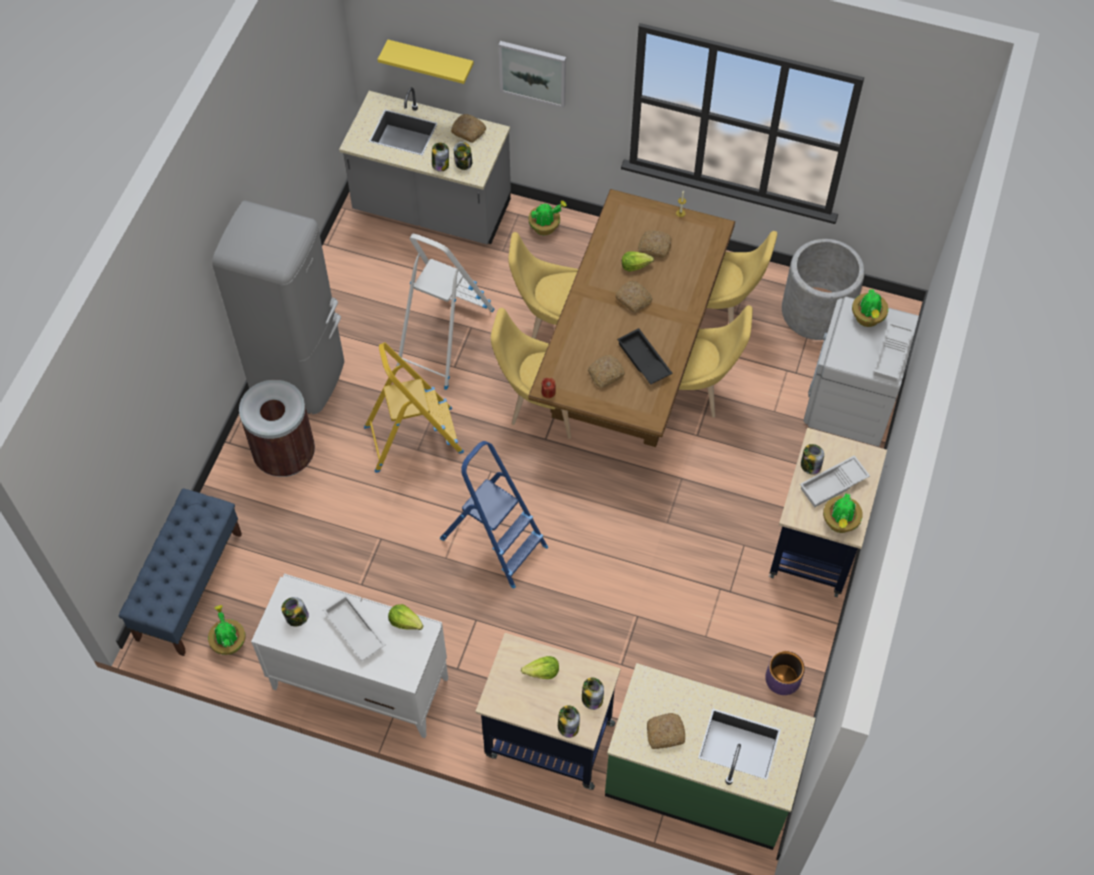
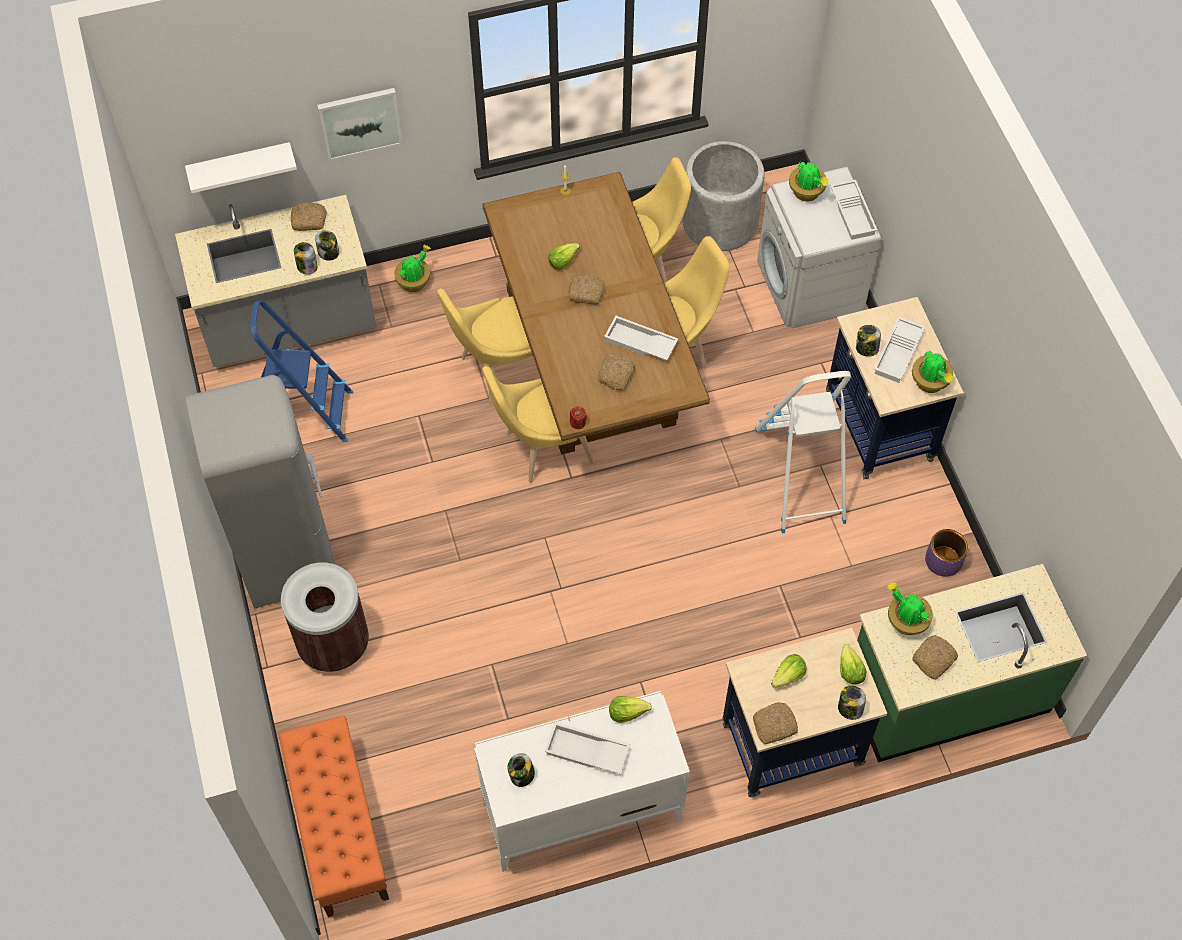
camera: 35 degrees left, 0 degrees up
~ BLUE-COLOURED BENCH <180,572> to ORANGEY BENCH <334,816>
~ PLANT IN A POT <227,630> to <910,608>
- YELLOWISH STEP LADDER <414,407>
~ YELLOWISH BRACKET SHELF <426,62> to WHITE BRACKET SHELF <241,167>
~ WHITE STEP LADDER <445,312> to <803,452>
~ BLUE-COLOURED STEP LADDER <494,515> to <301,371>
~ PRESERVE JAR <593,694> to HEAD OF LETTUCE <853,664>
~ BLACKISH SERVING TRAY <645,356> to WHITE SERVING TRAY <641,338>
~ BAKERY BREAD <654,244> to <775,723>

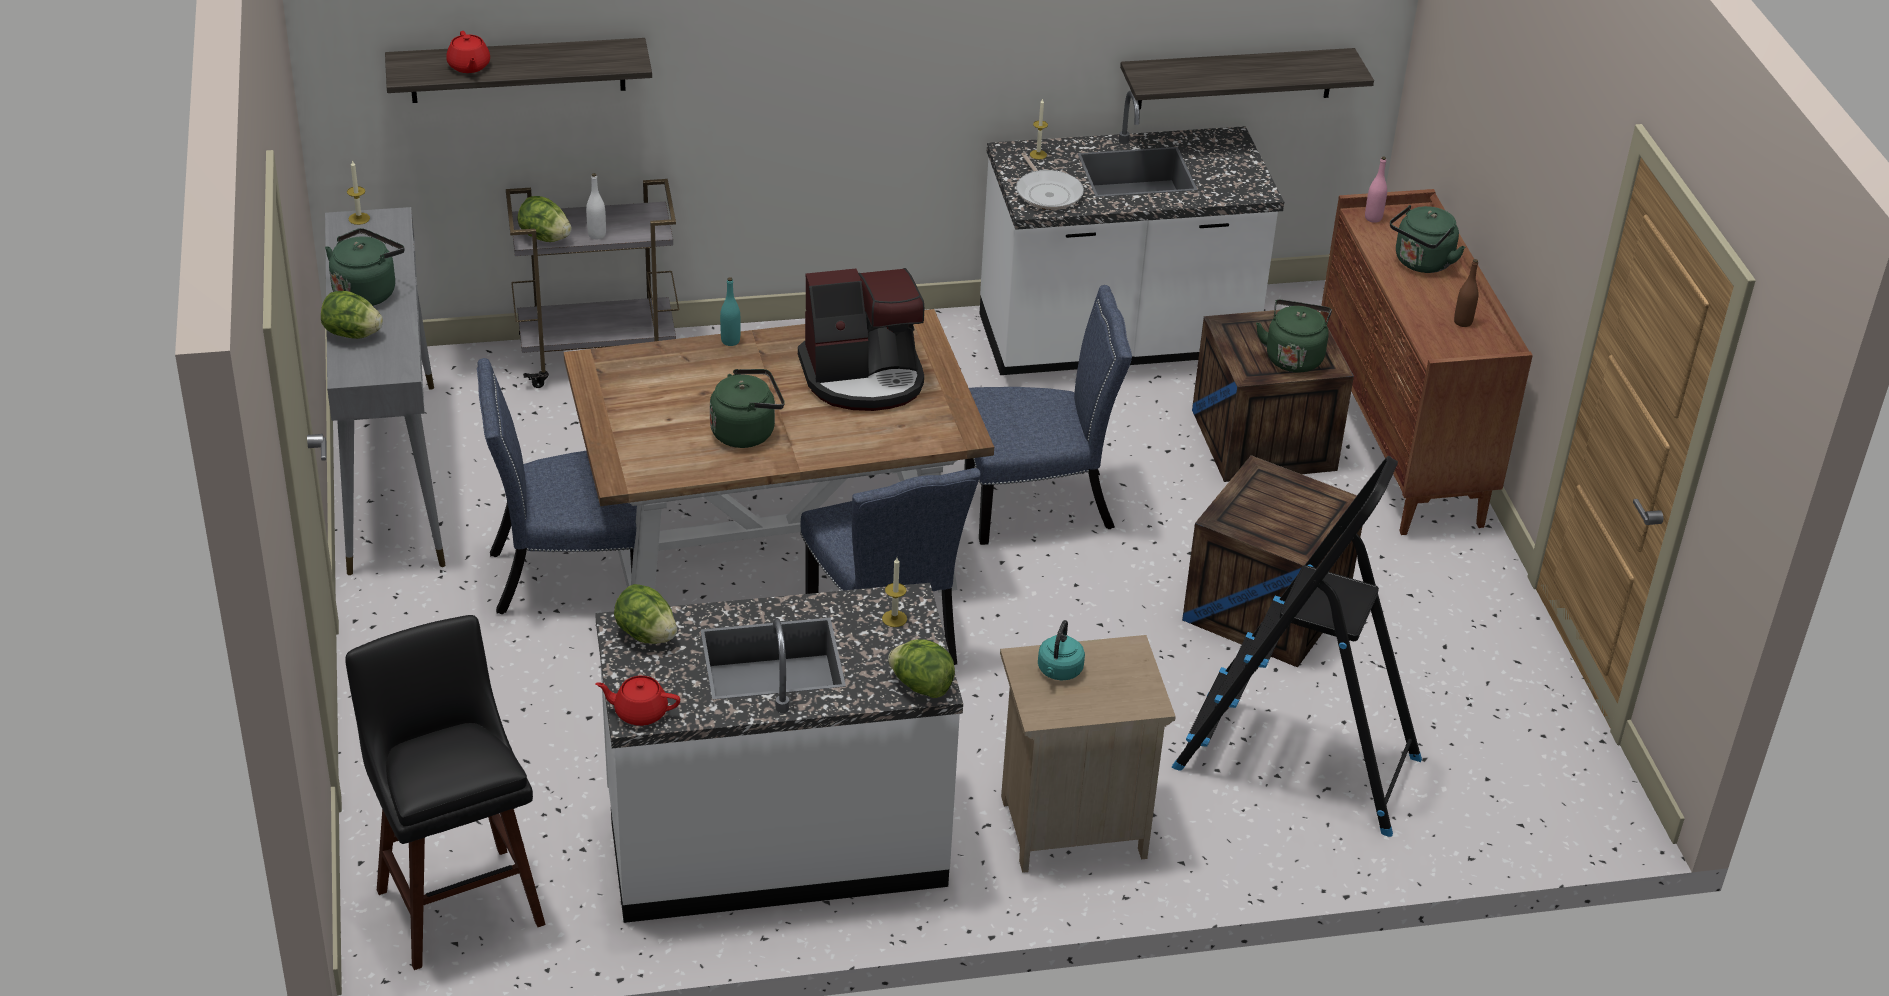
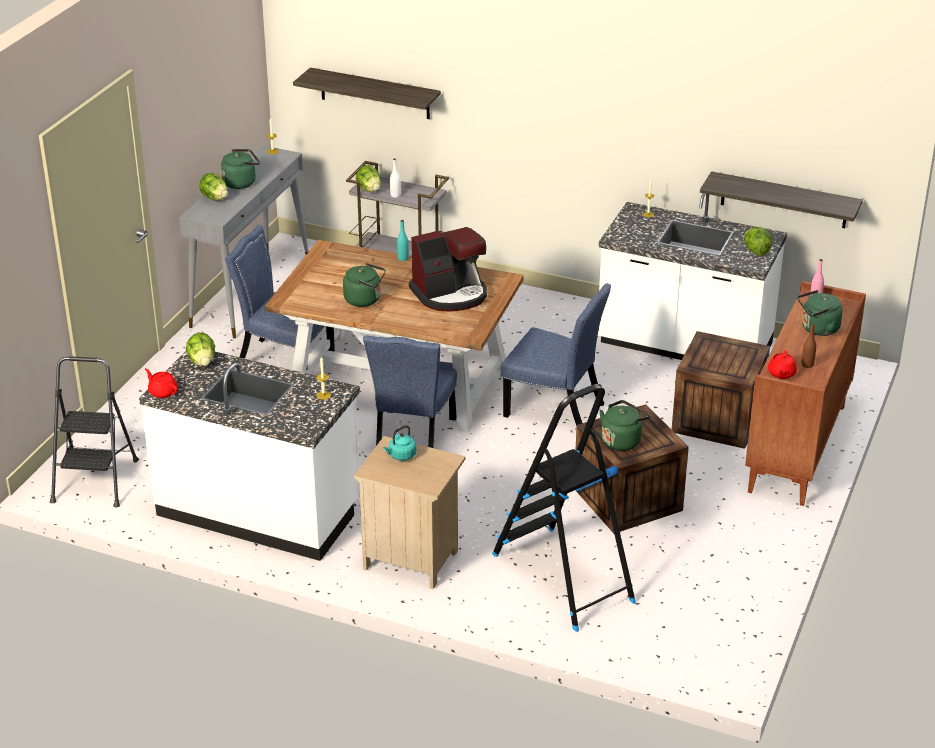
camera: 35 degrees right, 5 degrees down
~ BLACKISH STOOL <445,792> to BLACKISH STEP LADDER <94,431>
~ RED TEA POT <468,52> to <782,364>
~ COFFEE MAKER <861,339> = <448,269> 45 degrees counterclockwise
~ HEAD OF LETTUCE <921,668> to <758,241>
- SKILLET <1050,181>
~ GREEN-COLOURED KETTLE <1294,336> to <624,425>

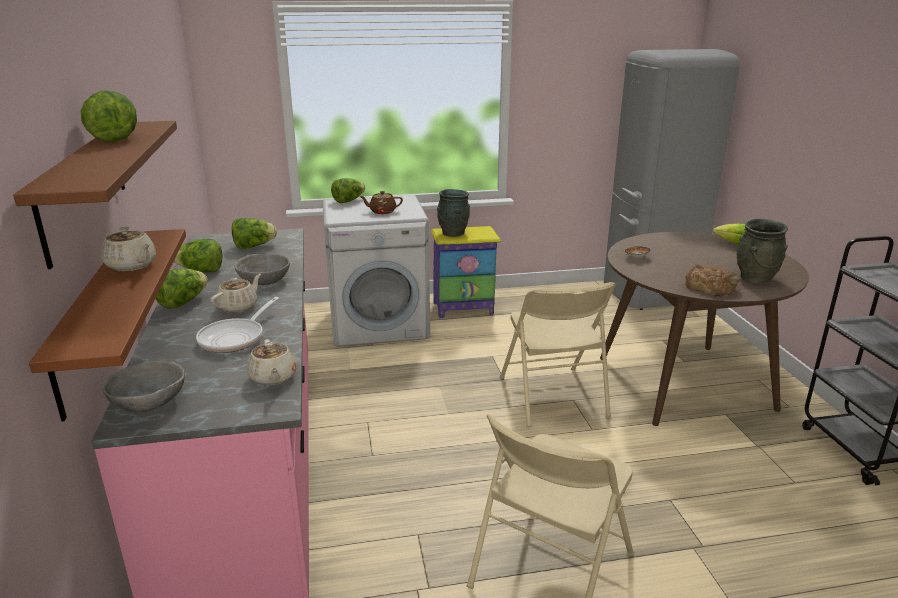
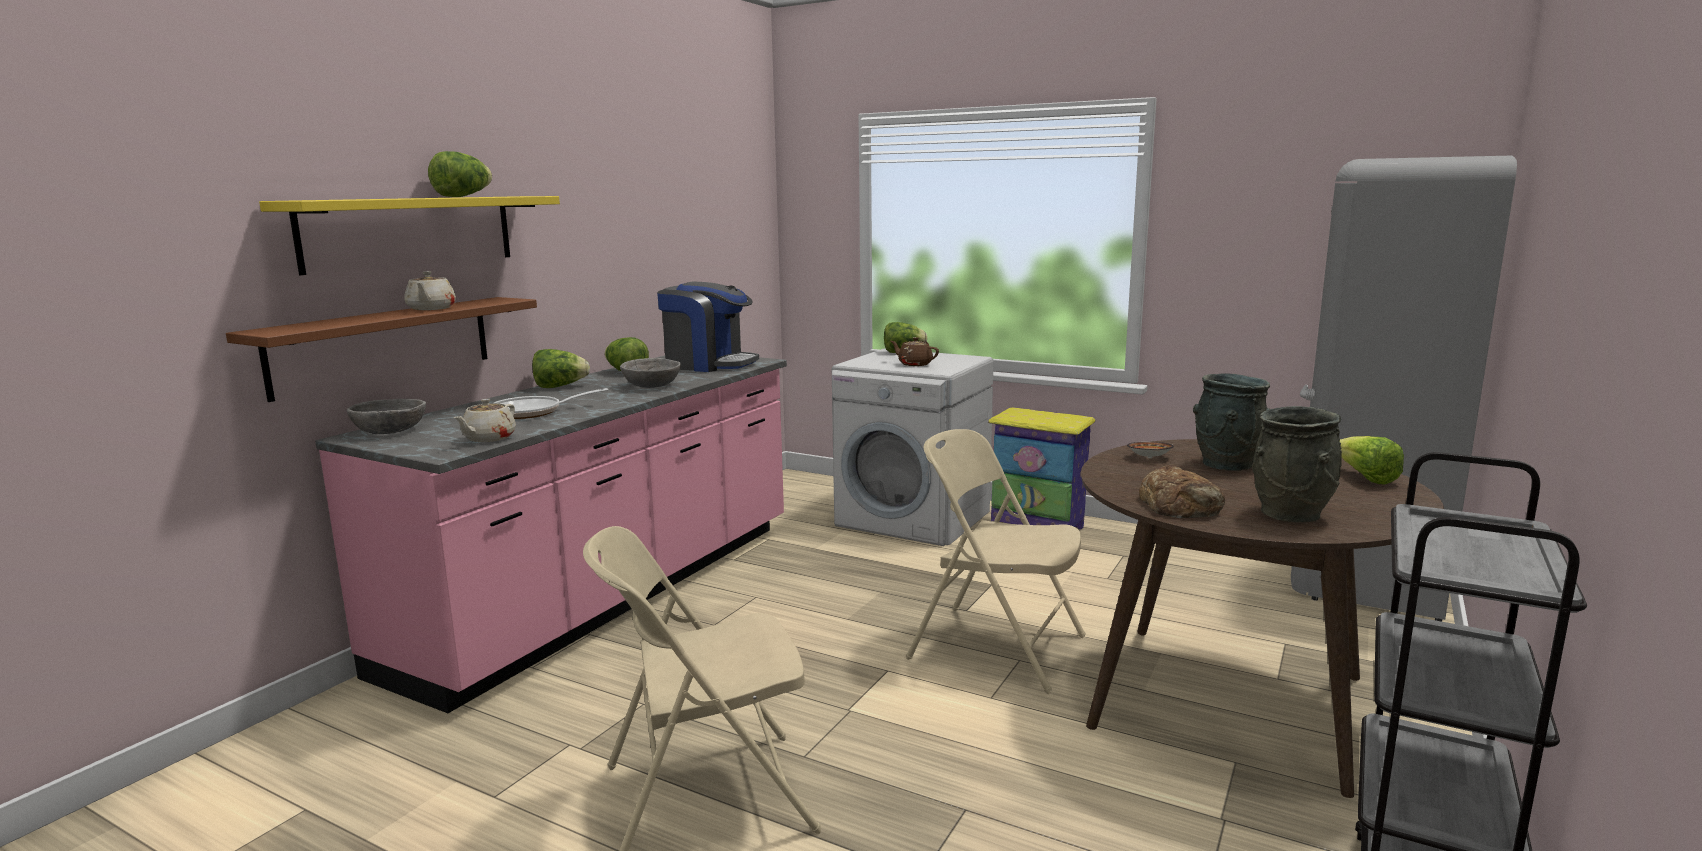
camera: 40 degrees right, 10 degrees down
~ BROWN-COLOURED BRACKET SHELF <95,195> to YELLOWISH BRACKET SHELF <409,235>
- BEIGE-COLOURED TEA POT <235,293>
~ HEAD OF LETTUCE <254,233> to COFFEE MAKER <708,327>
~ GREY VASE <453,213> to <1231,422>
~ BEIGE-COLOURED UPRIGHT CHAIR <557,355> = <996,561> 90 degrees clockwise

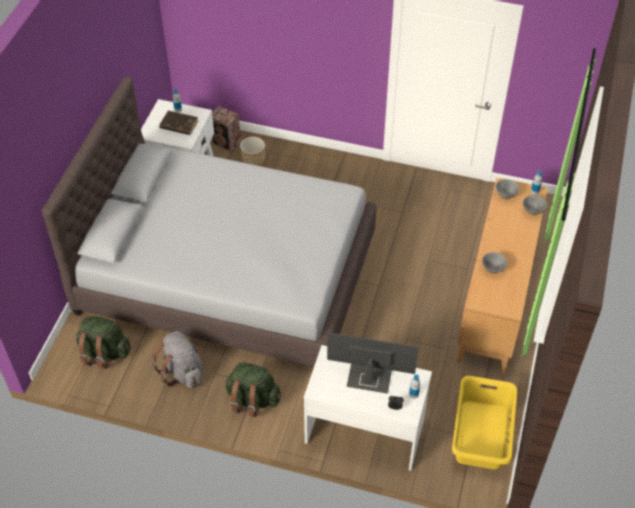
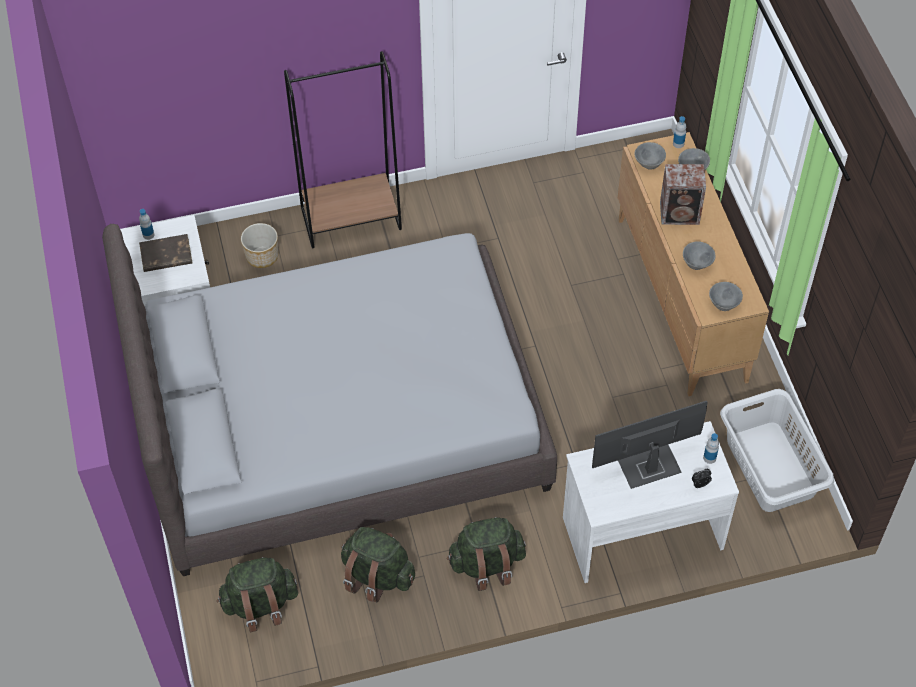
camera: 30 degrees left, 5 degrees up
~ GREY KNAPSACK <177,359> to GREEN-COLOURED KNAPSACK <378,564>
~ SPEAKER <226,129> to <683,194>
~ YELLOWISH WASHING BASKET <485,423> to GREY WASHING BASKET <777,450>
+ GARMENT RACK <343,149>
+ GREY BOWL <726,296>

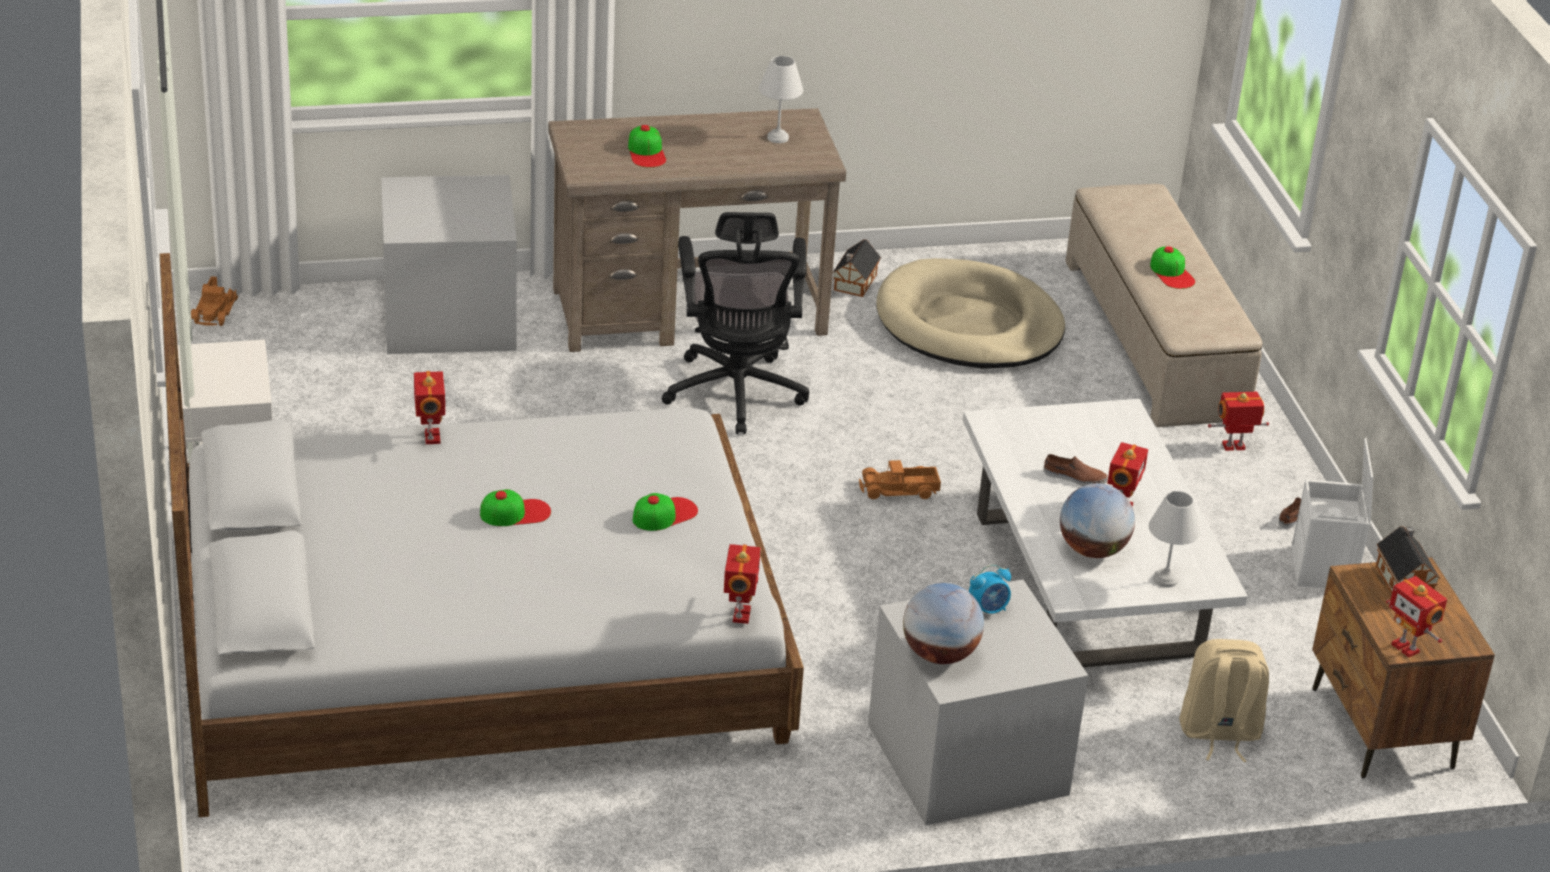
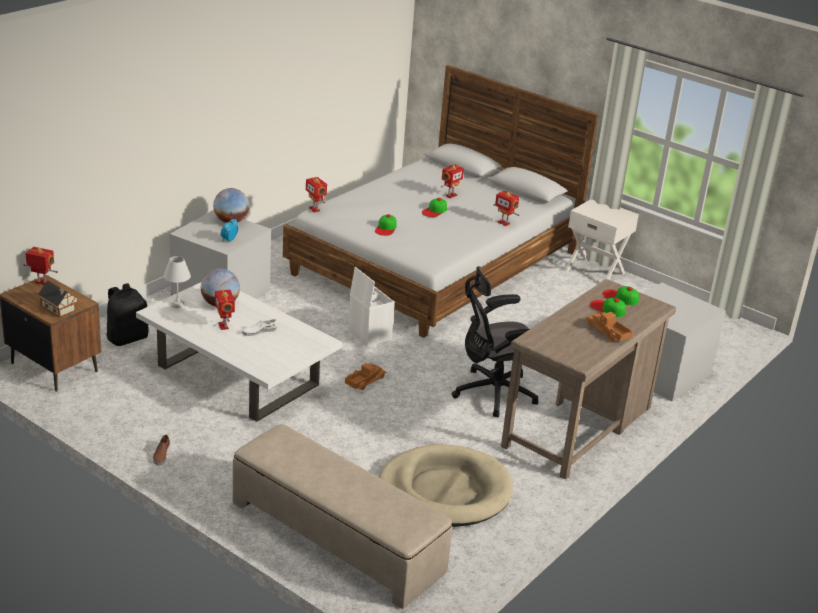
camera: 140 degrees right, 5 degrees down
~ MODEL TRUCK <214,301> to <609,326>
~ DESK CHAIR <735,323> = <495,341> 60 degrees counterclockwise
- WHITE TABLETOP LAMP <781,99>
- MODEL HOUSE <857,268>
~ BROWN-COLOURED LOW SHOE <1075,470> to WHITE LOW SHOE <259,327>
~ BASEBALL CAP <1172,268> to <620,295>
~ BEIGE-COLOURED KNAPSACK <1224,700> to BLACKISH KNAPSACK <127,314>
~ TOY ROBOT <1238,421> to <452,181>
~ WHITE STORAGE BOX <1332,513> to <371,307>

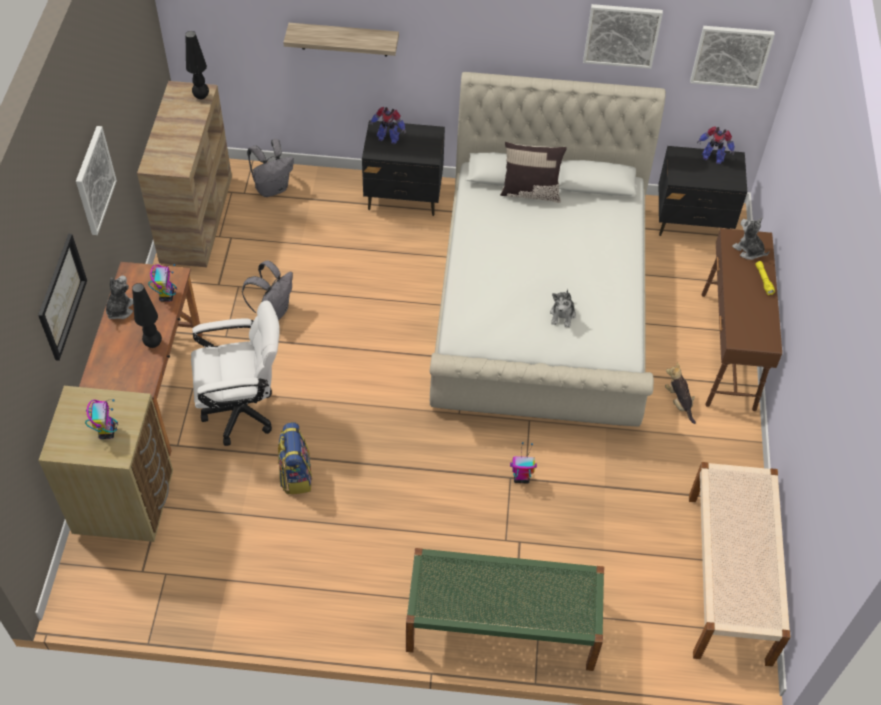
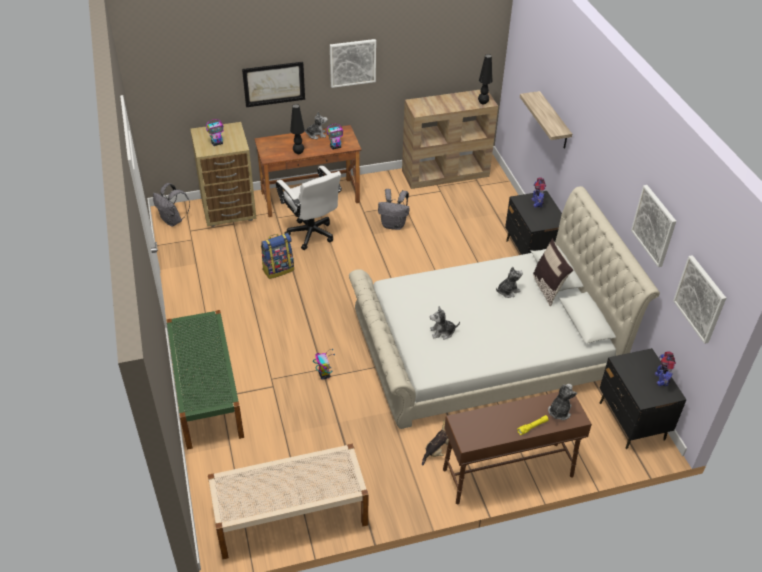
camera: 70 degrees right, 10 degrees down
~ GREY KNAPSACK <270,168> to <171,205>
+ CUDDLY TOY <509,282>

